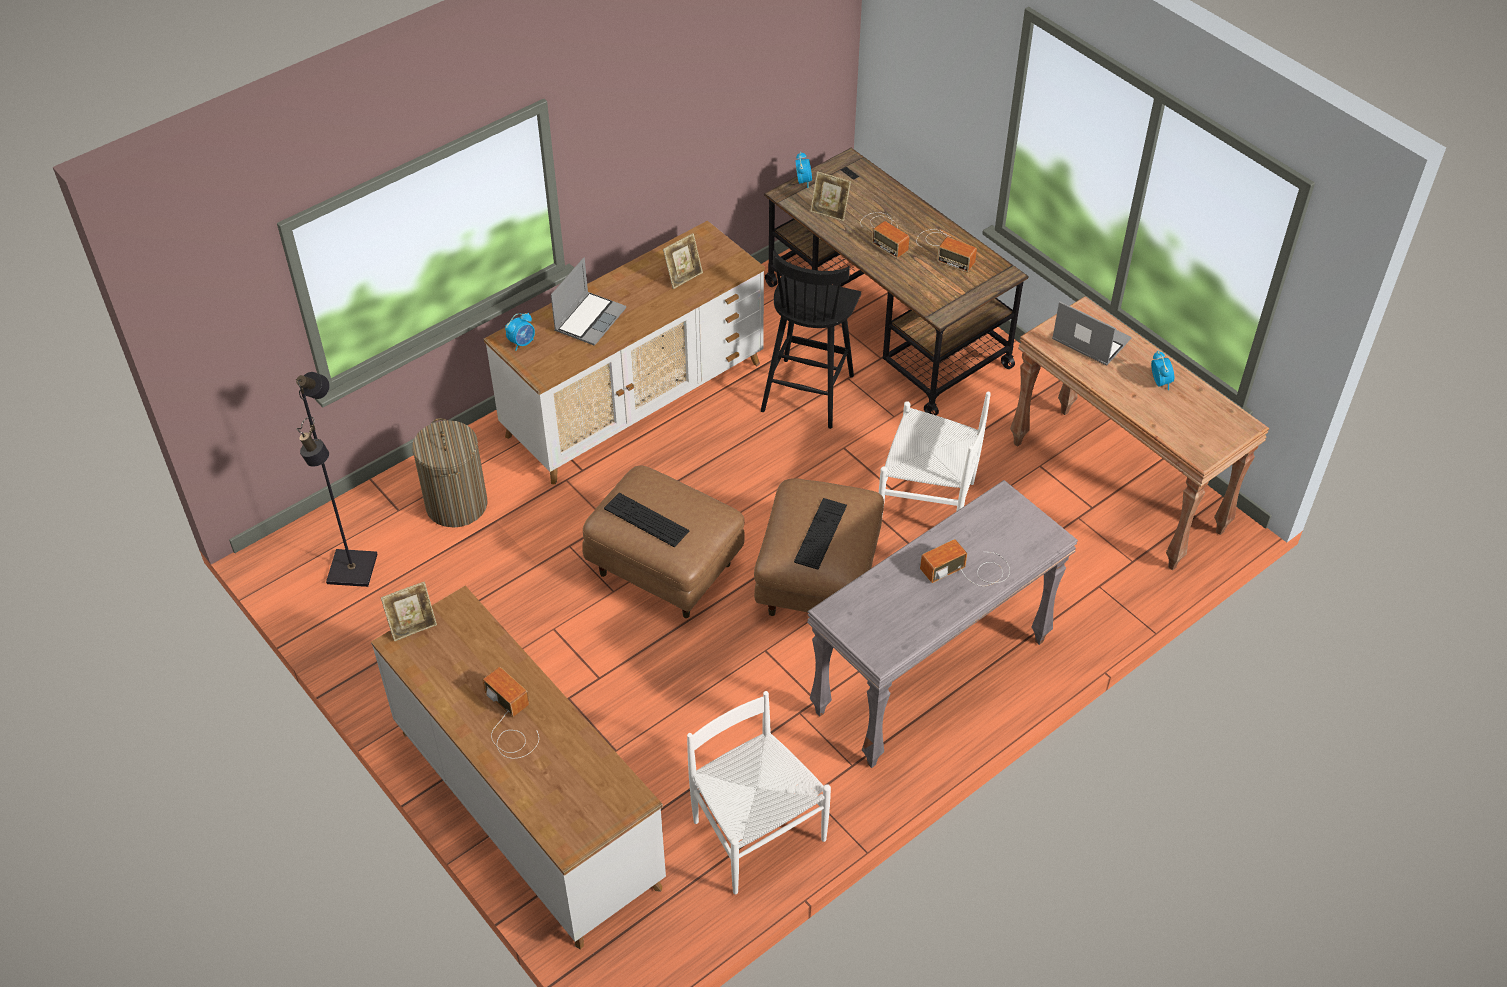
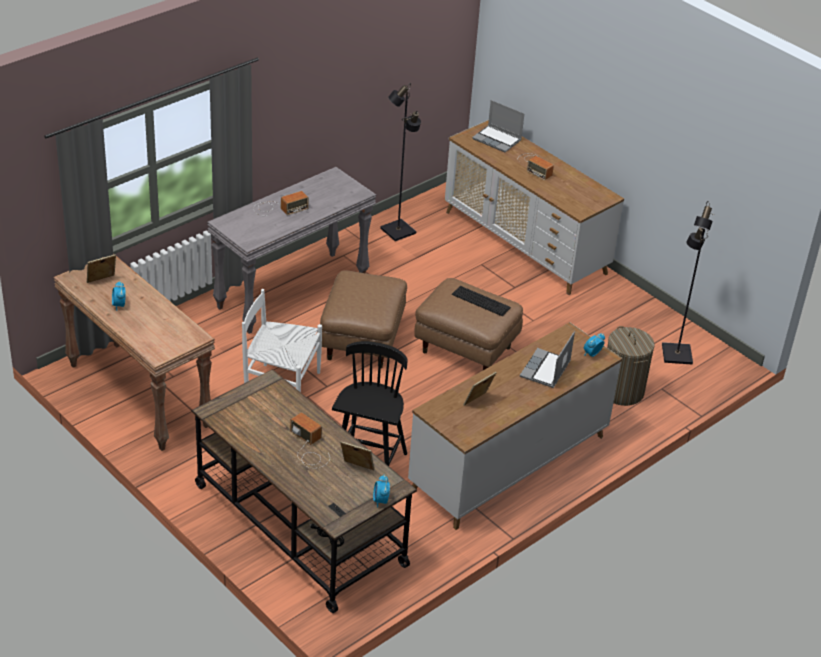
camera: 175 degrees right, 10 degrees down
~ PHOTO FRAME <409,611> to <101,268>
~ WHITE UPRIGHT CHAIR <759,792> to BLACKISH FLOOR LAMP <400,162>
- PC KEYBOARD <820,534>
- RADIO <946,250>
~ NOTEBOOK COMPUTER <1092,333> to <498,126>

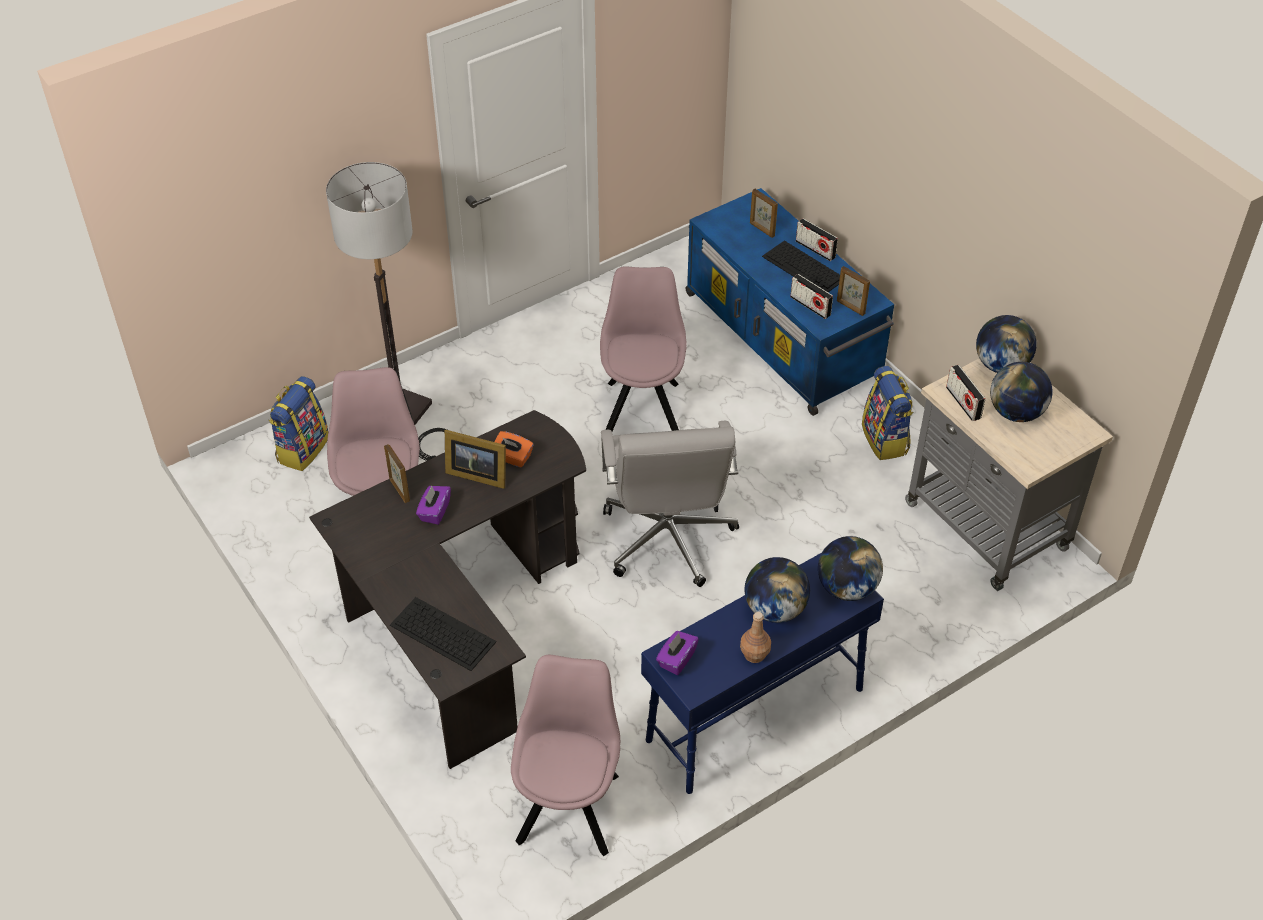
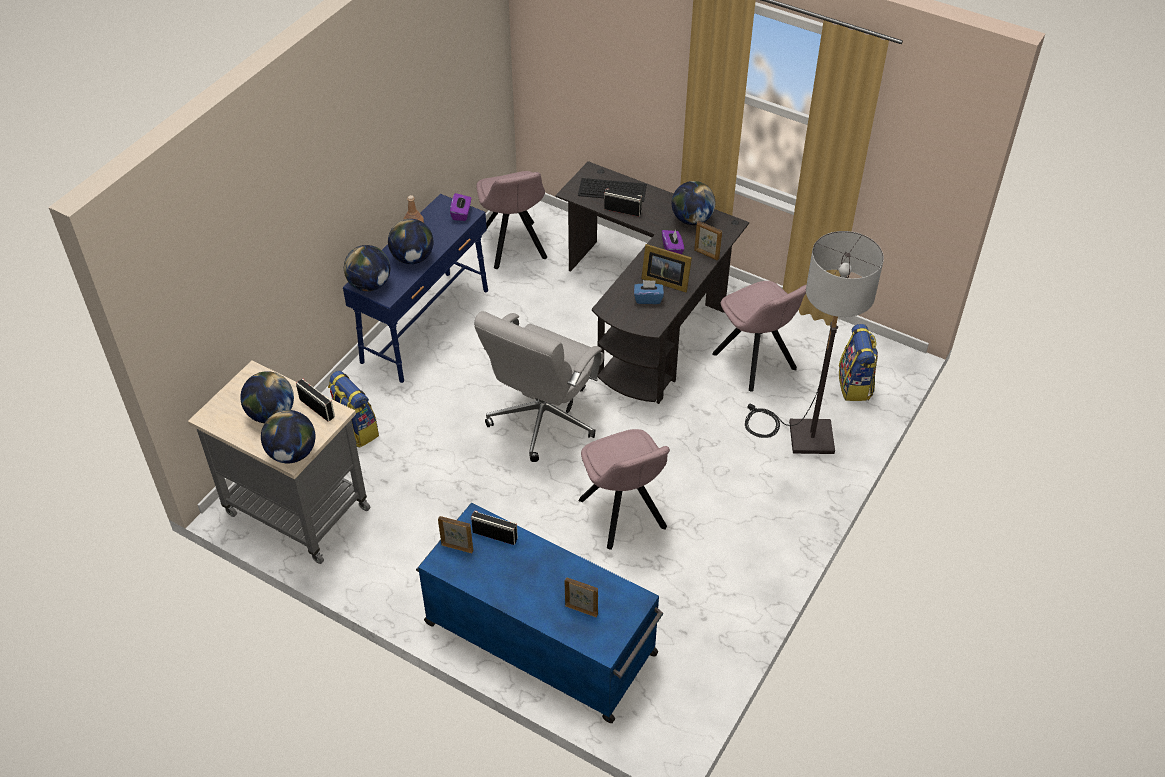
camera: 155 degrees right, 0 degrees up
~ PHOTO FRAME <475,459> = <666,268> 150 degrees counterclockwise
~ ORANGEY TISSUE BOX <513,449> to BLUE-COLOURED TISSUE BOX <649,292>
~ GREY DESK CHAIR <670,504> = <539,386> 120 degrees counterclockwise
- PC KEYBOARD <801,266>
~ RADIO <817,239> to <623,202>
~ KNAPSACK <887,413> to <353,409>
+ DESK GLOBE <693,203>

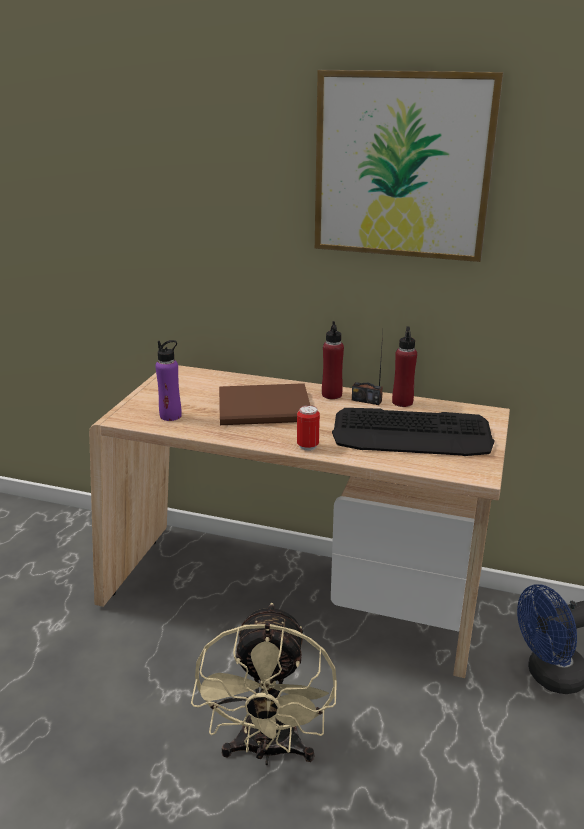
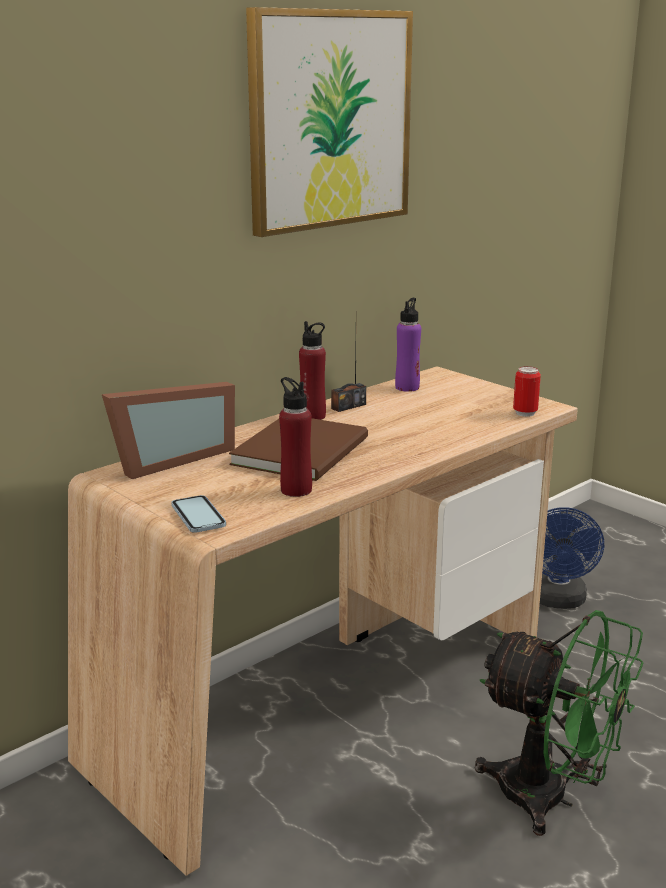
camera: 60 degrees left, 5 degrees down
~ PURPLISH BOTTLE <168,380> to <408,345>
~ BEIGE-COLOURED COOLING FAN <264,684> to GREEN-COLOURED COOLING FAN <559,723>
~ METAL CAN <308,428> to <527,391>
- PC KEYBOARD <413,432>
~ RED BOTTLE <404,366> to <295,437>
+ PHOTO FRAME <168,430>
+ HANDSET <198,514>

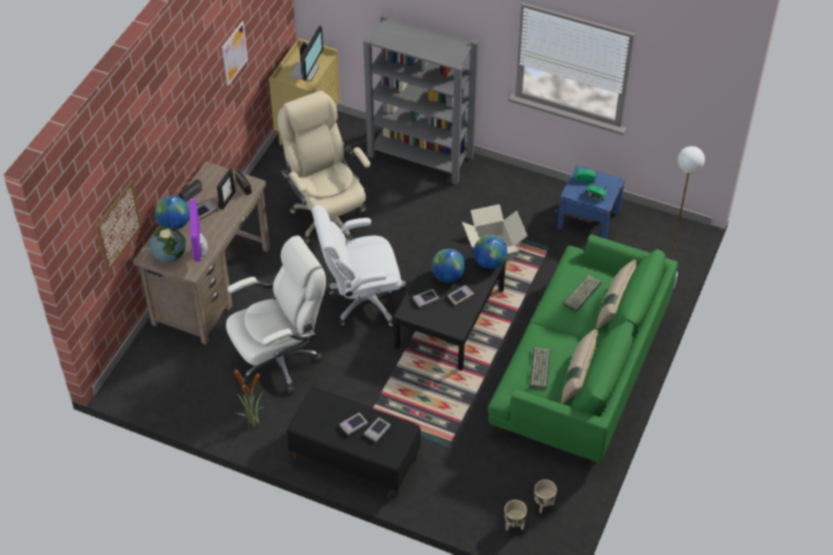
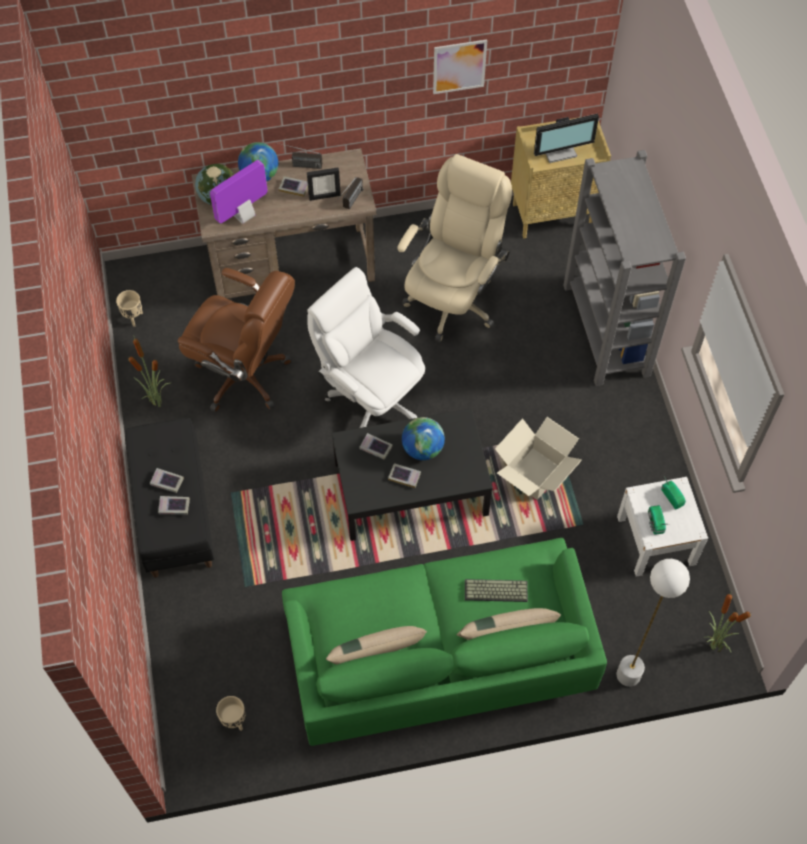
camera: 55 degrees right, 10 degrees up
- WALL ART <118,226>
~ WHITE DESK CHAIR <276,314> to BROWN-COLOURED DESK CHAIR <236,340>
- DESK GLOBE <490,252>
~ BEIGE-COLOURED PLANTER <515,515> to <129,308>
- PC KEYBOARD <540,369>
~ BLUE-COLOURED BEDSIDE TABLE <591,202> to WHITE BEDSIDE TABLE <662,527>
+ PLANT IN A POT <727,621>

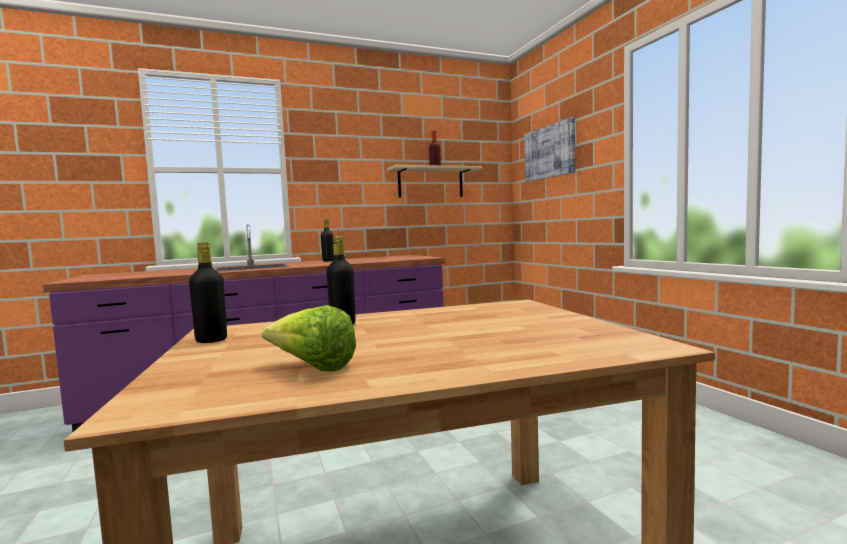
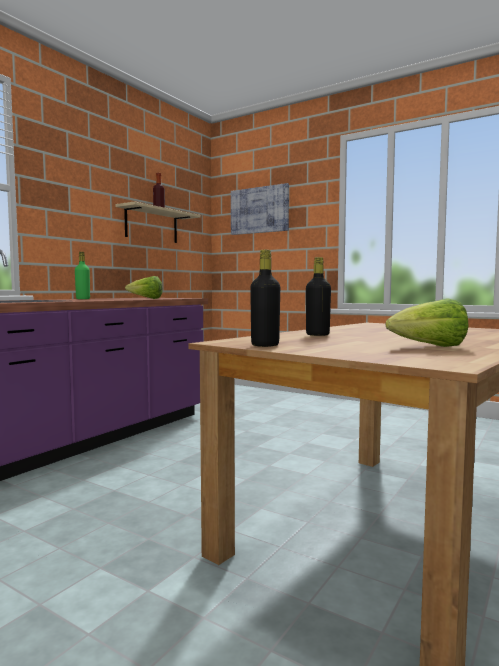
camera: 35 degrees left, 0 degrees up
~ BLACKISH BOTTLE <327,240> to GREEN-COLOURED BOTTLE <82,275>
+ HEAD OF LETTUCE <144,287>

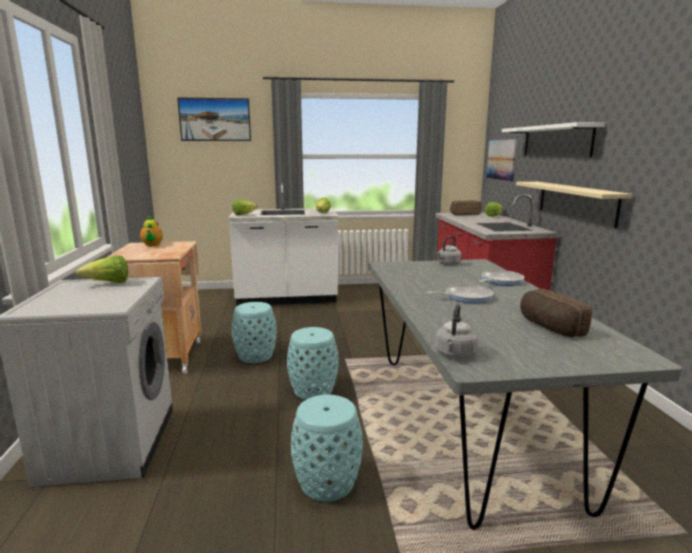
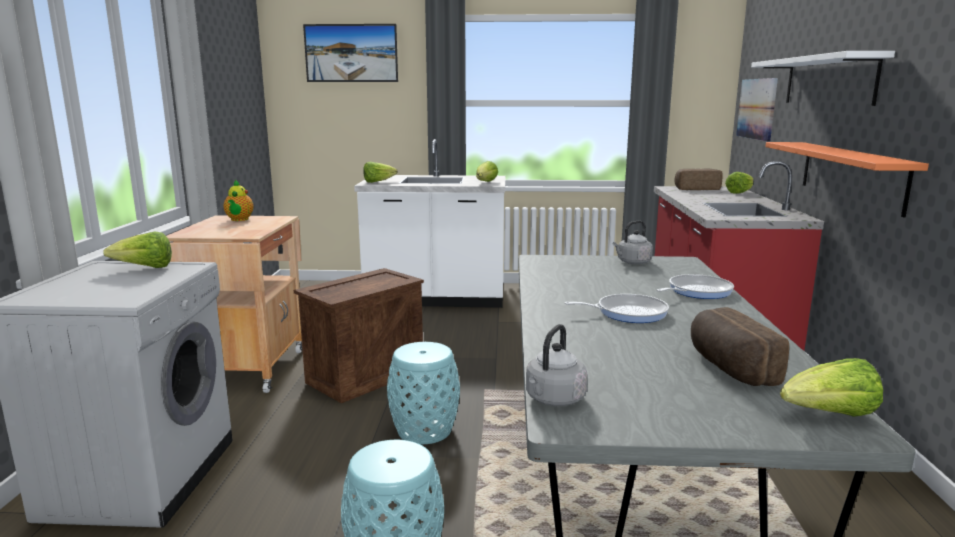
camera: 10 degrees right, 0 degrees up
~ TURQUOISE-COLOURED STOOL <254,332> to SHIPPING CRATE <359,335>
~ BEIGE-COLOURED BRACKET SHELF <574,205> to ORANGEY BRACKET SHELF <847,179>
+ HEAD OF LETTUCE <831,387>

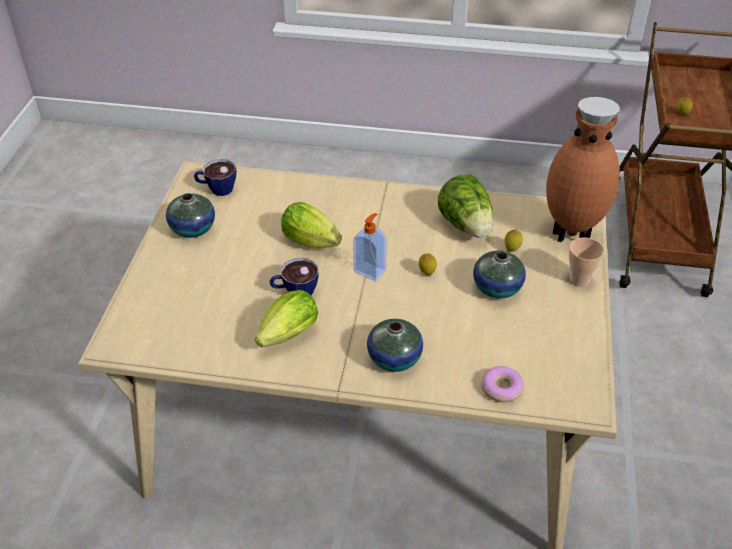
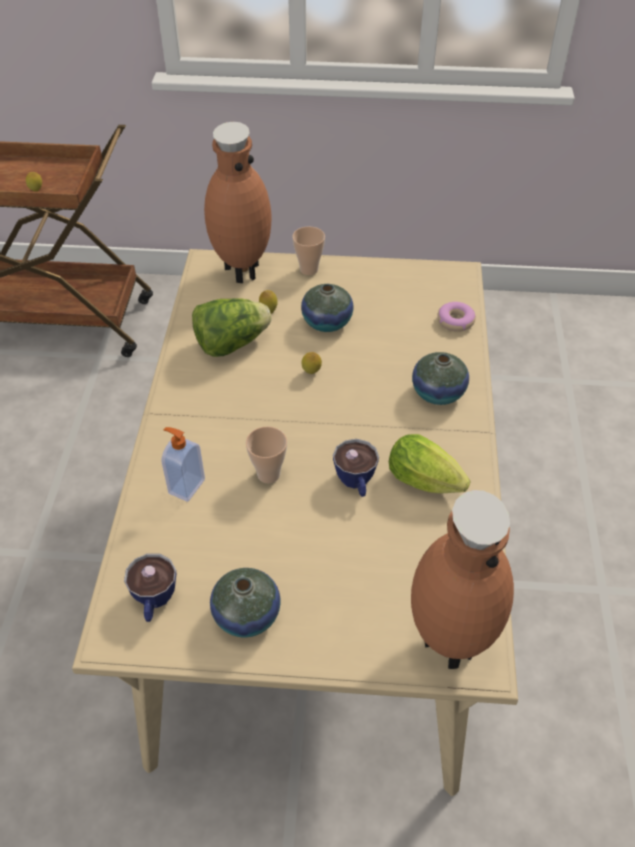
camera: 95 degrees left, 5 degrees up
~ HEAD OF LETTUCE <312,225> to CUP <266,454>
~ LIQUID SOAP BOTTLE <370,247> to <183,464>
+ BROWN-COLOURED VASE <462,579>

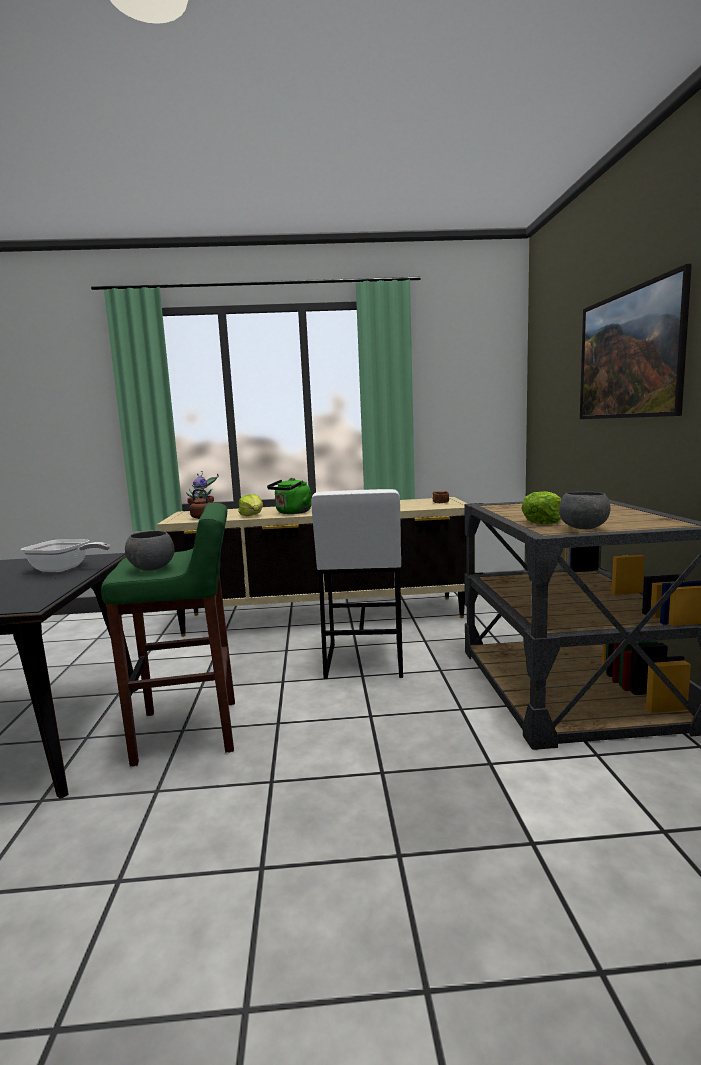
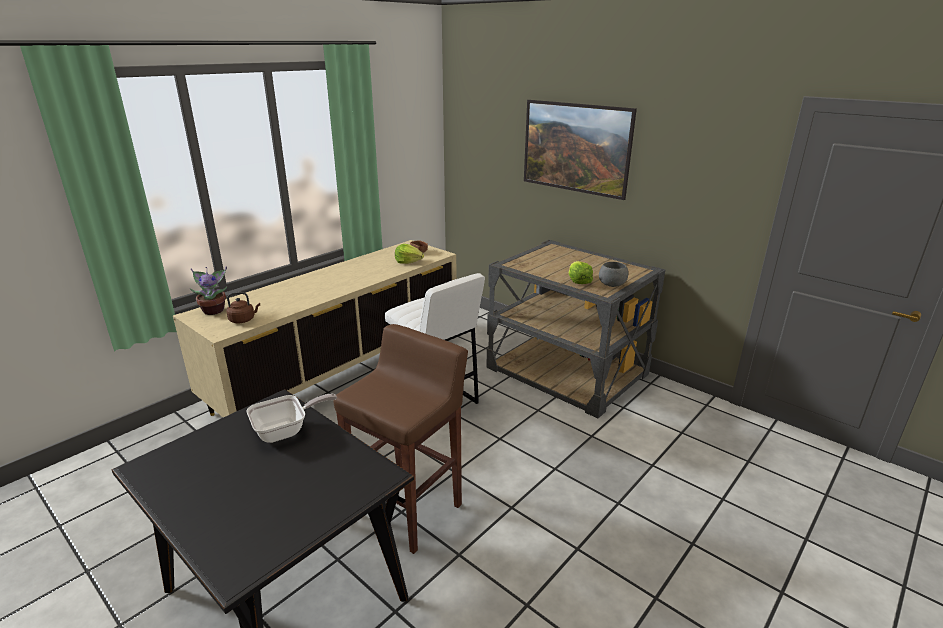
camera: 45 degrees left, 15 degrees up
~ GREEN-COLOURED STOOL <168,635> to BROWN-COLOURED STOOL <400,439>
- GREY BOWL <149,551>
~ HEAD OF LETTUCE <250,505> to <409,254>
- GREEN-COLOURED KETTLE <289,496>

